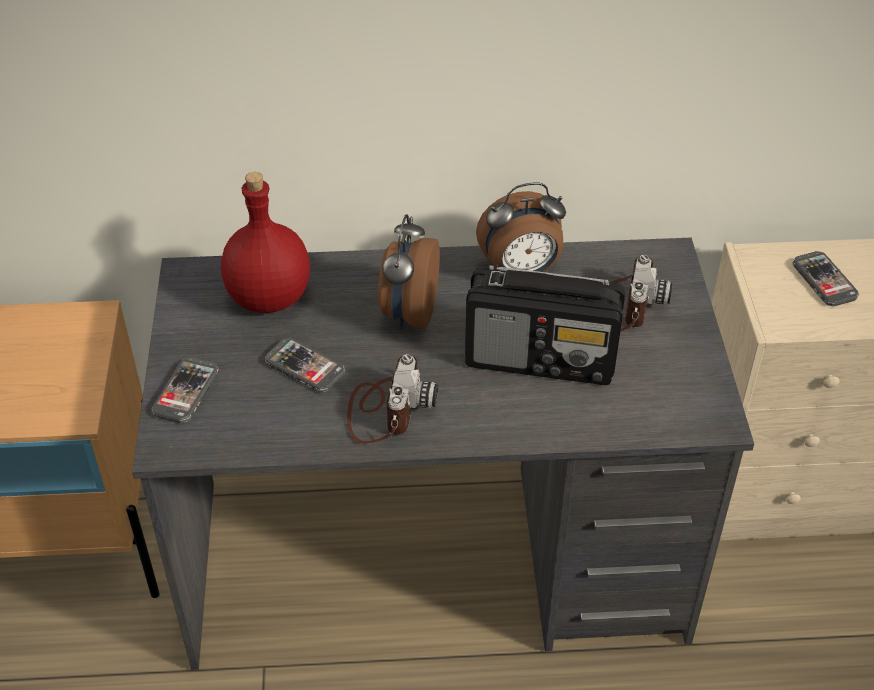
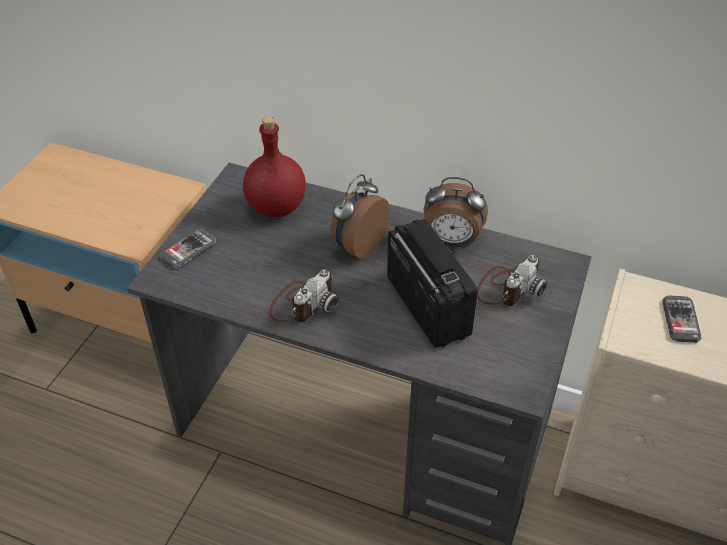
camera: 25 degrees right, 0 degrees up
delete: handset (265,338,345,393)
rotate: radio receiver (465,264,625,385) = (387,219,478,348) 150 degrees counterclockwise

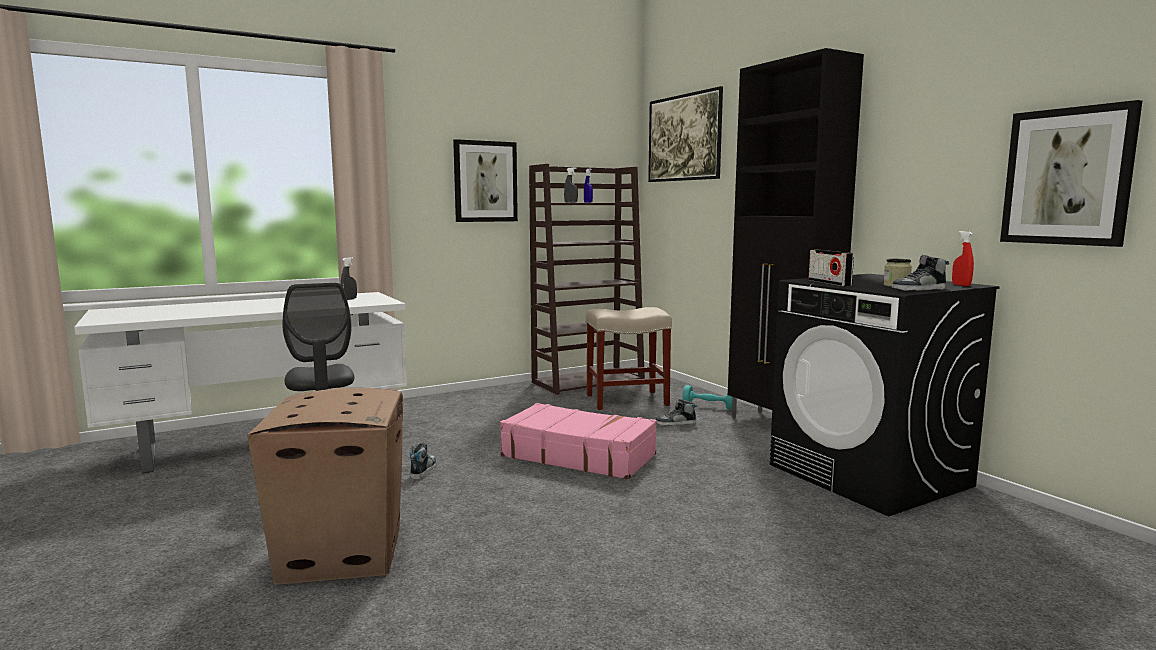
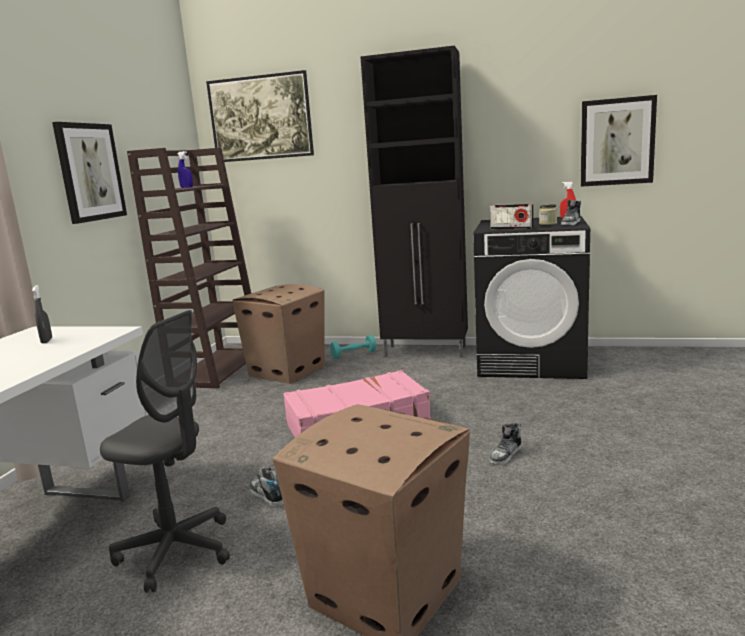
camera: 45 degrees left, 5 degrees up
delete: spray bottle in gray (564,167,578,203)
move: shoe (656,399,697,425) to (490,423,522,465)
replace: stool seat in beige (586,307,672,410) to carton (232,284,325,384)

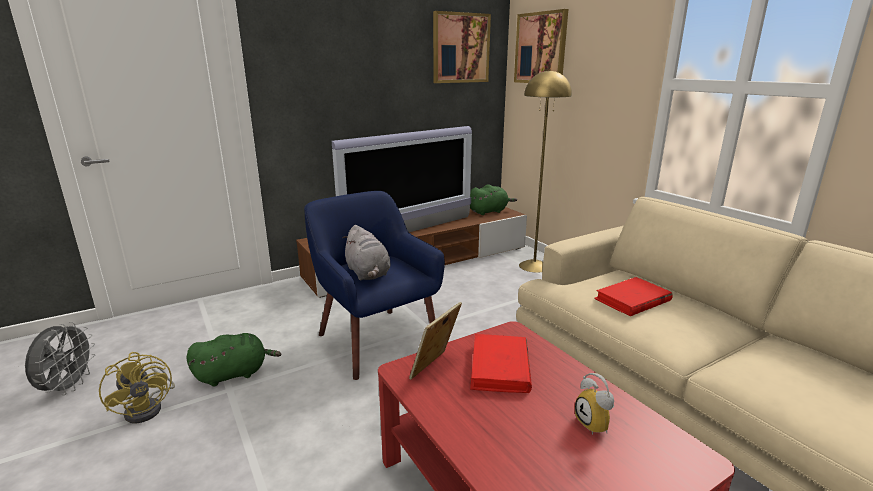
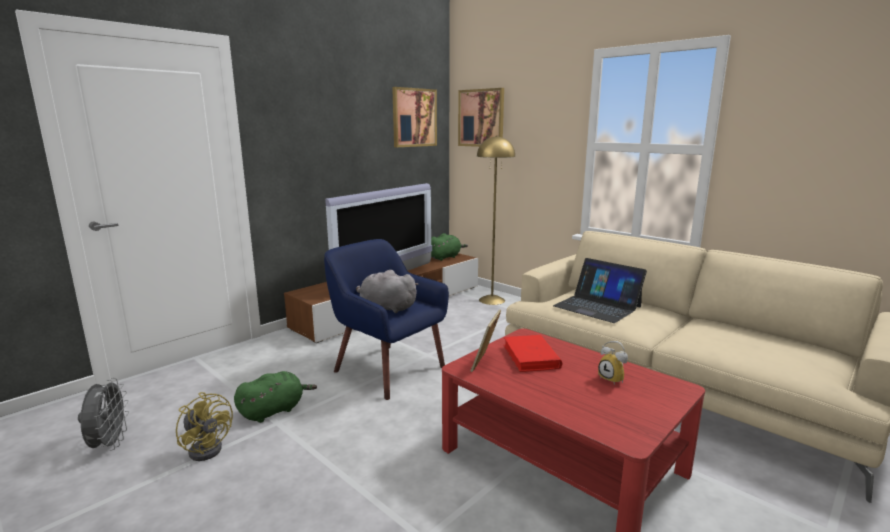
camera: 15 degrees left, 5 degrees down
replace: bound book in red-coloured (594,277,673,316) to laptop (553,258,647,323)
rotate: soft toy in gray (343,225,390,280) = (356,270,418,313) 150 degrees clockwise

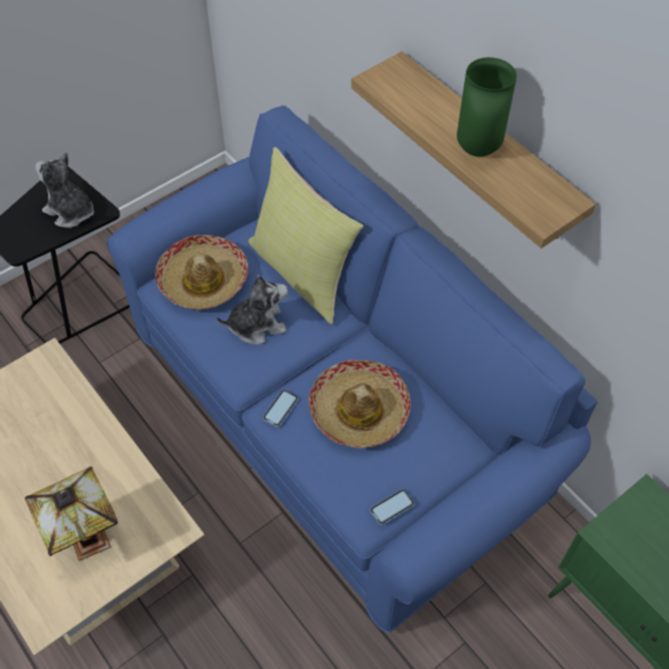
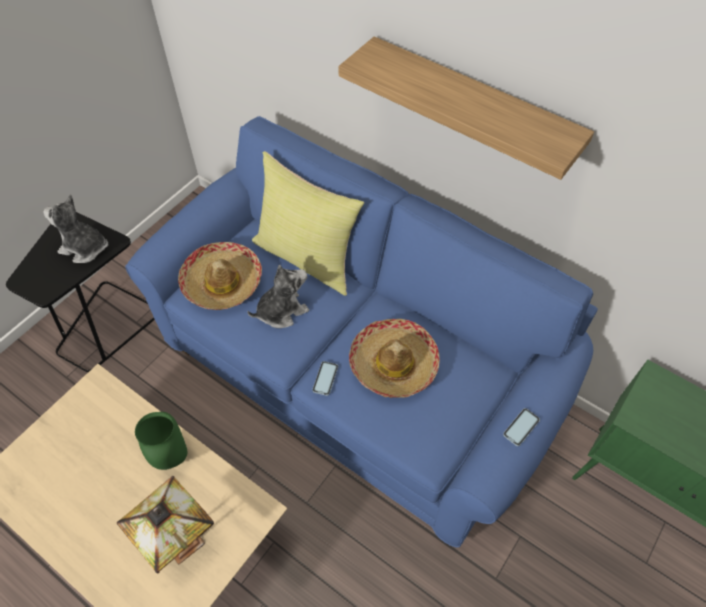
camera: 15 degrees left, 0 degrees up
move: handset (370,489,415,525) to (503,408,540,446); flower vase in green-coloured (457,57,517,157) to (135,412,188,470)

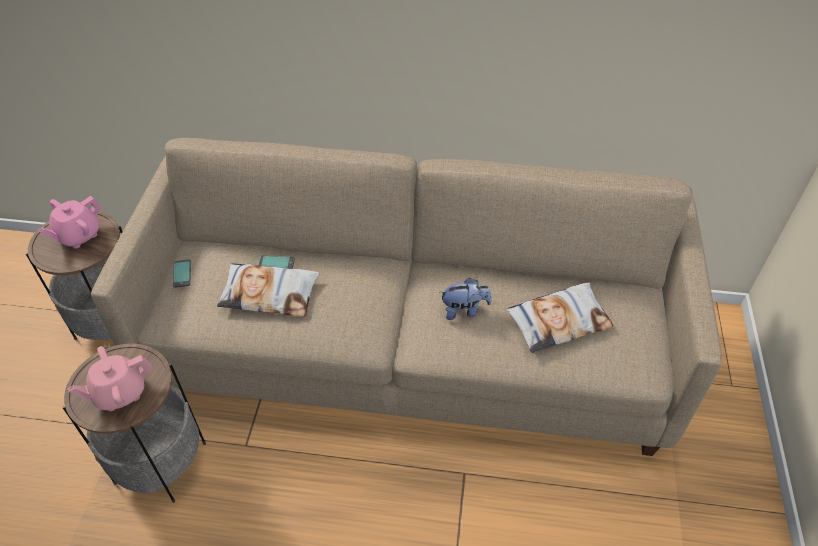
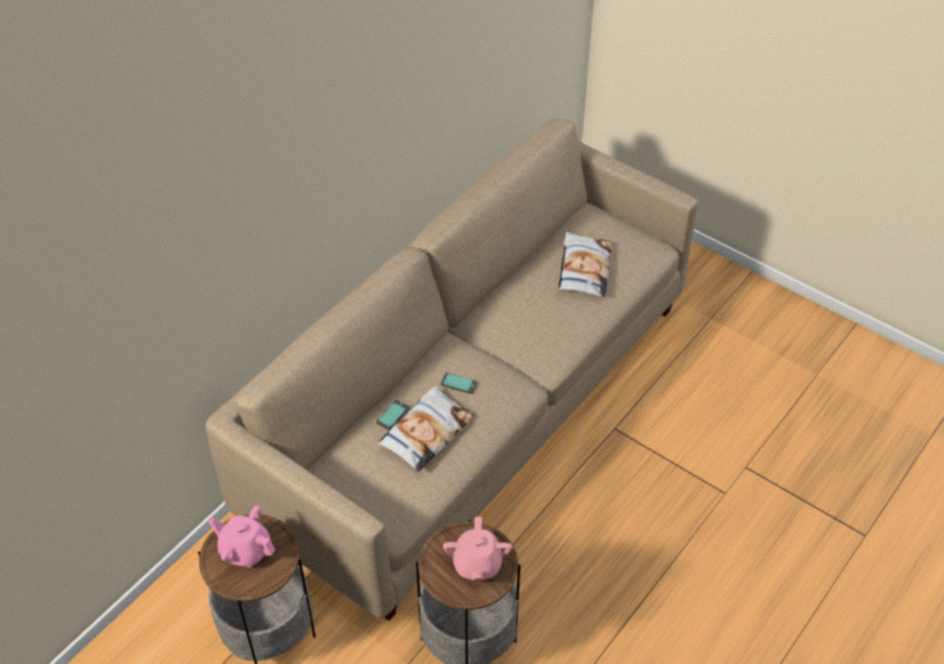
camera: 60 degrees left, 0 degrees up
delete: soft toy (440,278,492,320)
move: handset (173,259,191,288) to (441,372,477,394)
rotate: pot for tea in pink-coloured (38,196,102,249) = (208,505,275,568) 135 degrees clockwise

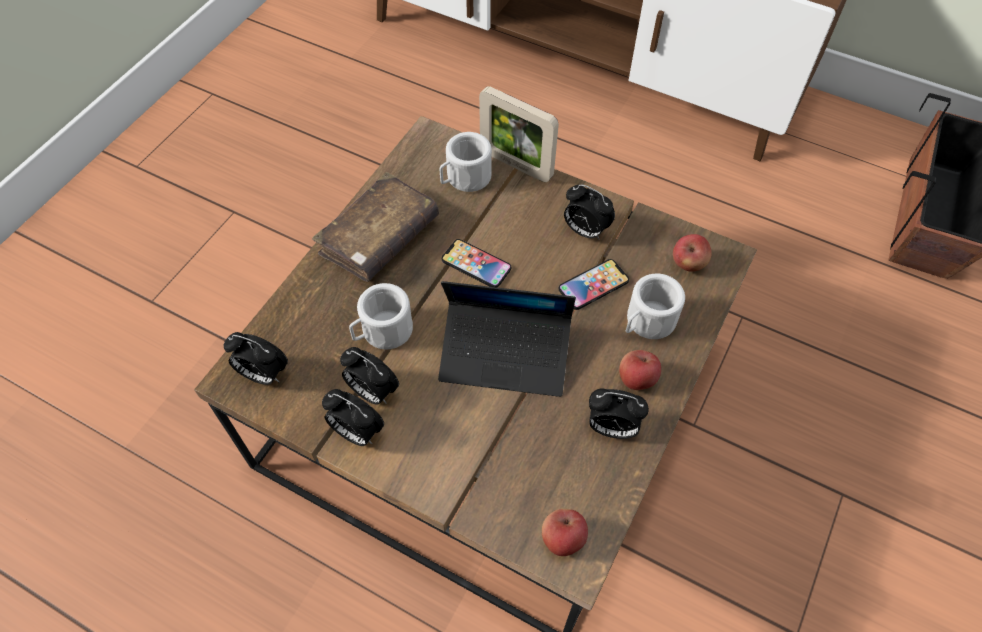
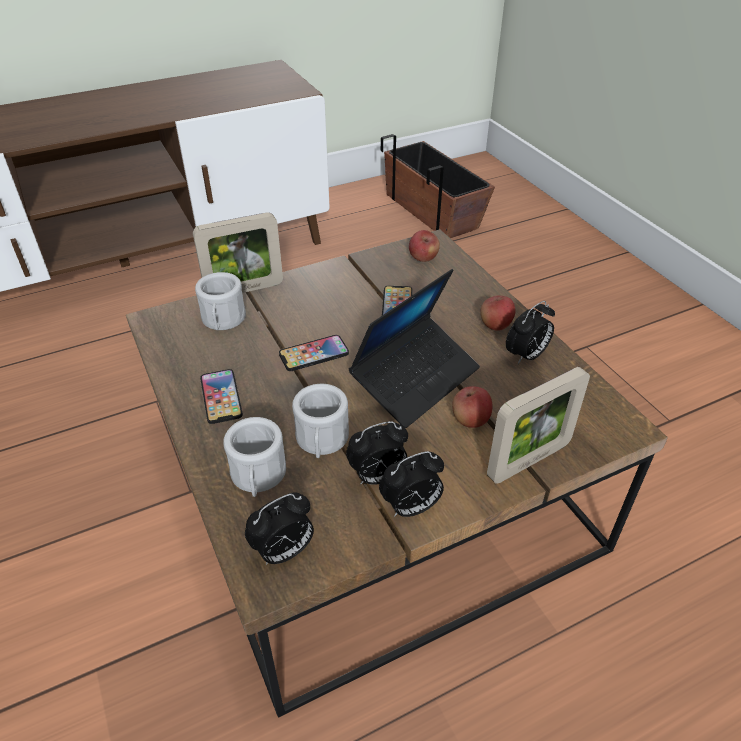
camera: 55 degrees left, 15 degrees down
delete: alarm clock (564,184,615,240)
insert: photo frame (487,367,590,484)
move: apple fruit (542,509,588,556) to (452,386,493,428); tea mug in whitish (626,273,685,339) to (223,417,286,497)
replace: bound book in brown-coloured (312,172,439,282) to handset (200,369,243,424)

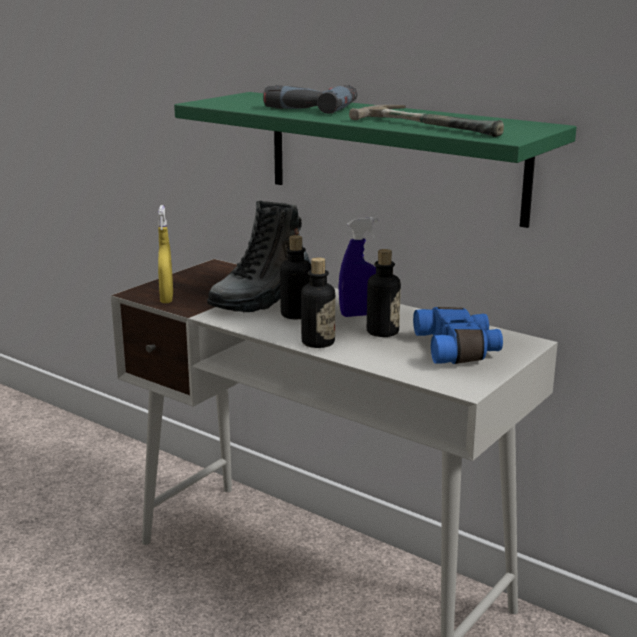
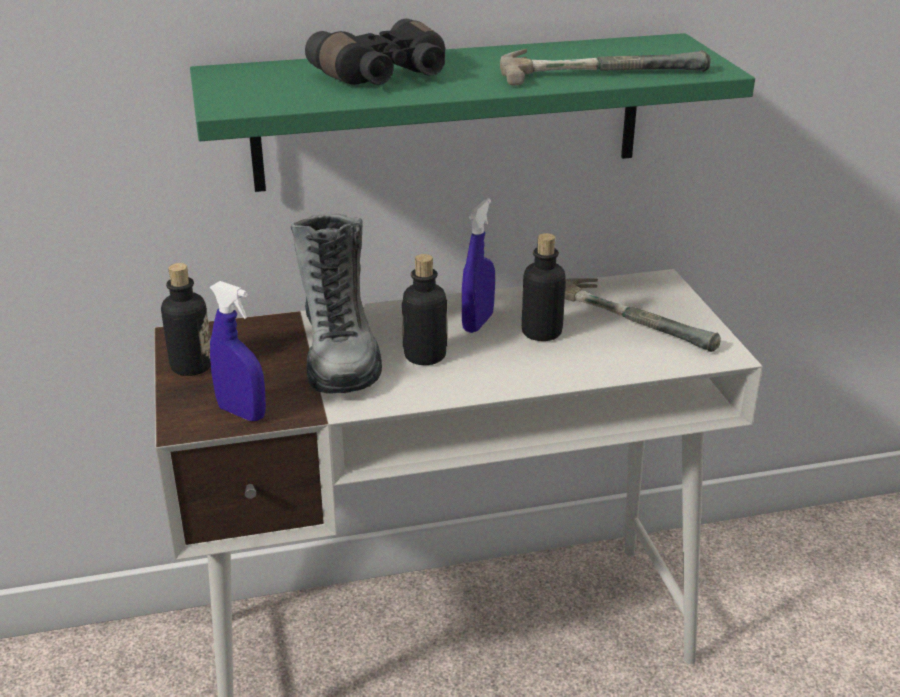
camera: 50 degrees left, 10 degrees up
move: bottle (301,257,335,348) to (161,263,211,376)
replace: electric drill (263,85,357,114) to pair of binoculars in blackish (305,19,445,85); pair of binoculars in bluish (413,307,503,364) to tool hammer (565,278,721,352)
recolor: spray bottle in yellowish (158,205,173,303) to spray bottle in bluish (210,281,266,421)

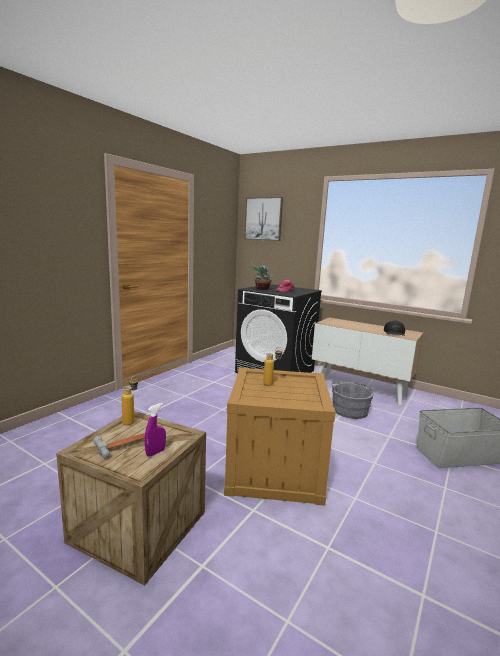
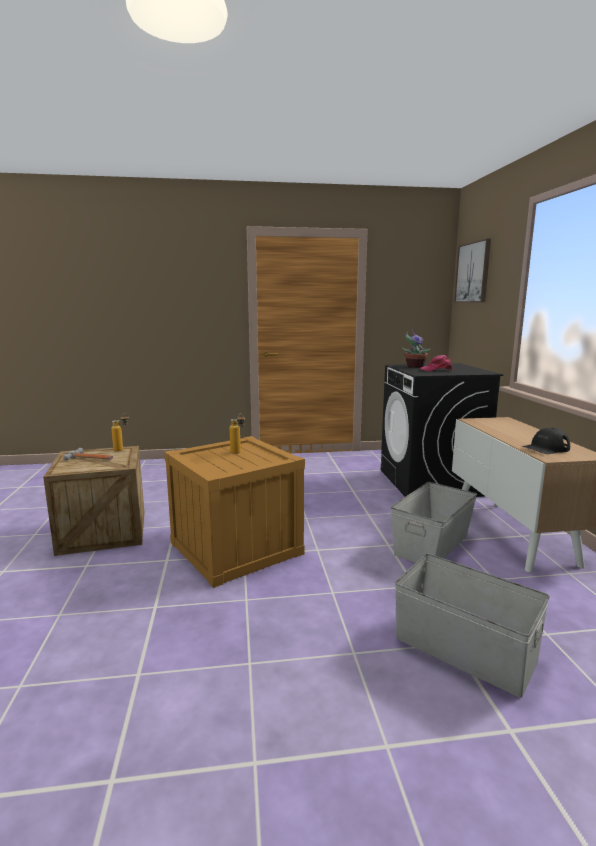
camera: 50 degrees right, 0 degrees up
delete: spray bottle in purplish (145,403,166,456)
replace: bucket in gray (331,381,374,419) to storage bin in gray (391,482,477,563)

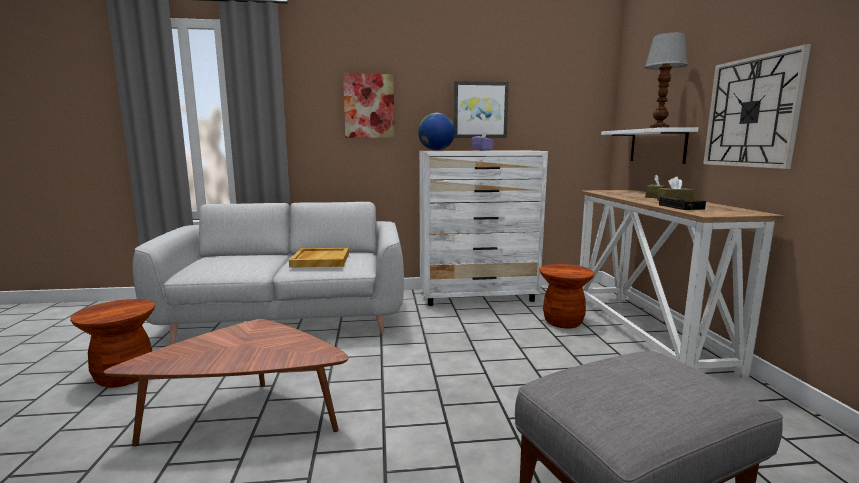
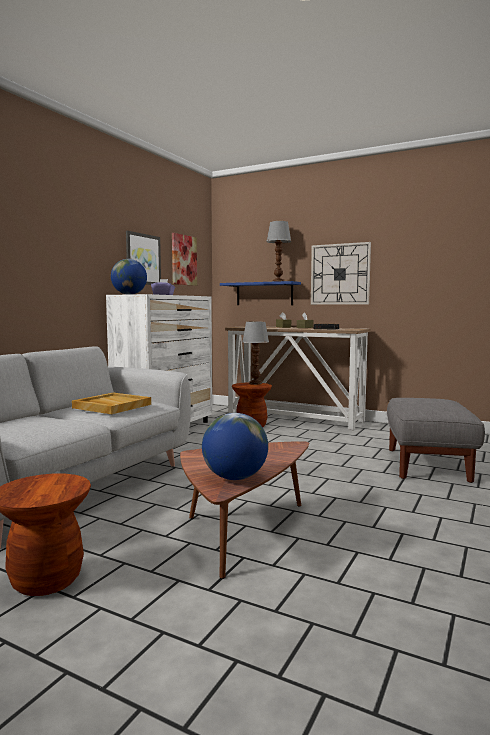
camera: 55 degrees left, 5 degrees down
insert: globe (202,413,268,480); table lamp (242,321,269,385)
move: picture (343,73,395,138) to (172,233,197,286)
recolor: shelf in whitish (601,127,698,164) to shelf in bluish (220,281,301,305)

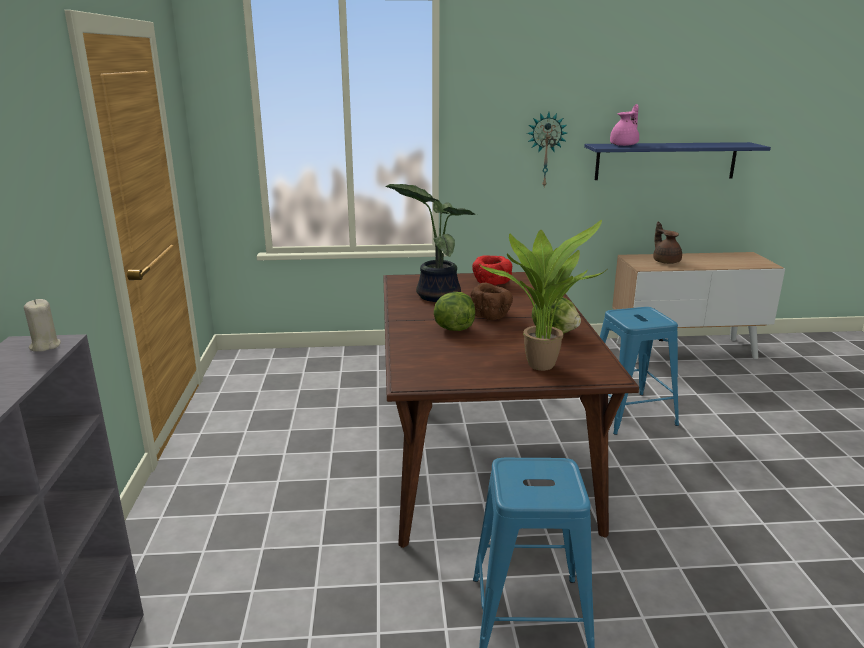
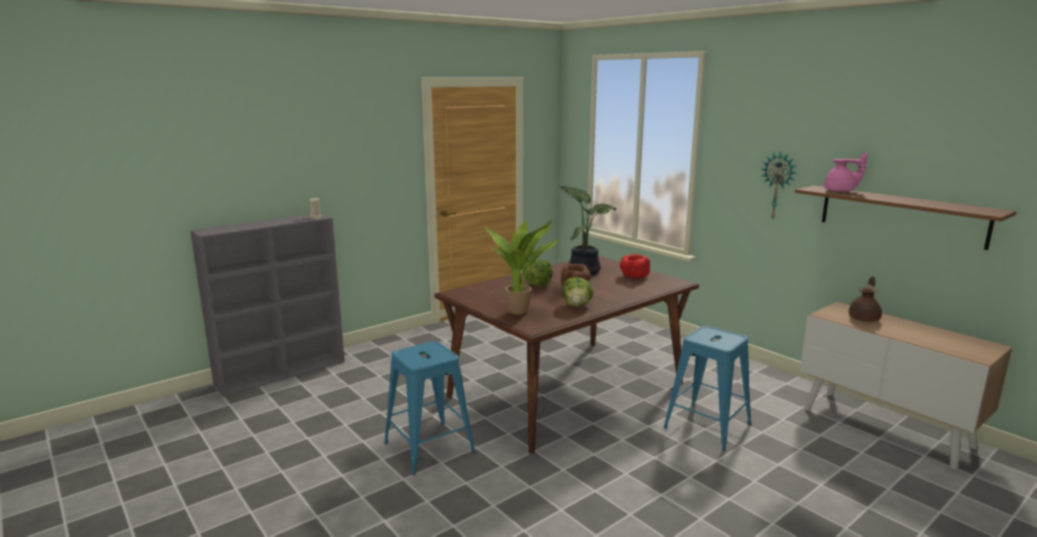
camera: 55 degrees right, 5 degrees down
recolor: shelf in bluish (584,142,771,180) to shelf in brown-coloured (795,185,1016,250)

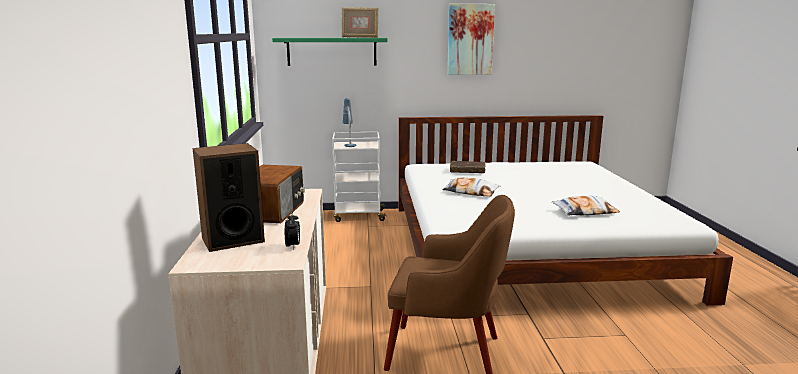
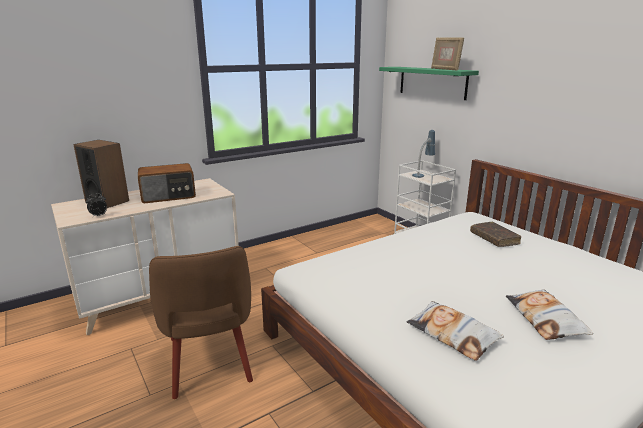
camera: 60 degrees right, 5 degrees up
delete: picture (447,4,495,75)
move: throw pillow (442,177,500,196) to (506,289,593,340)

